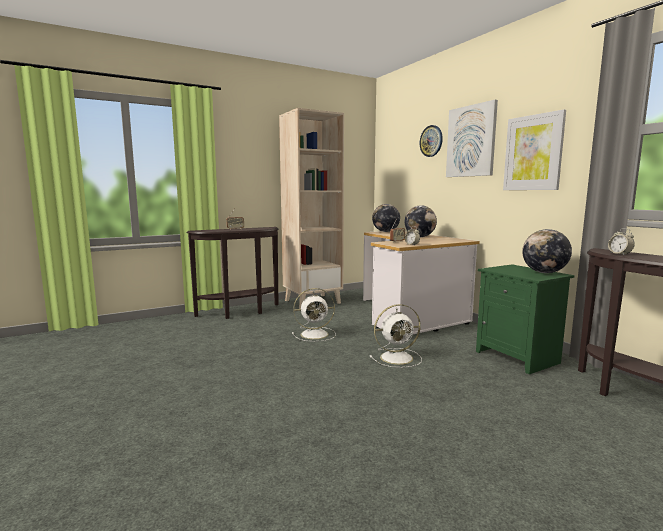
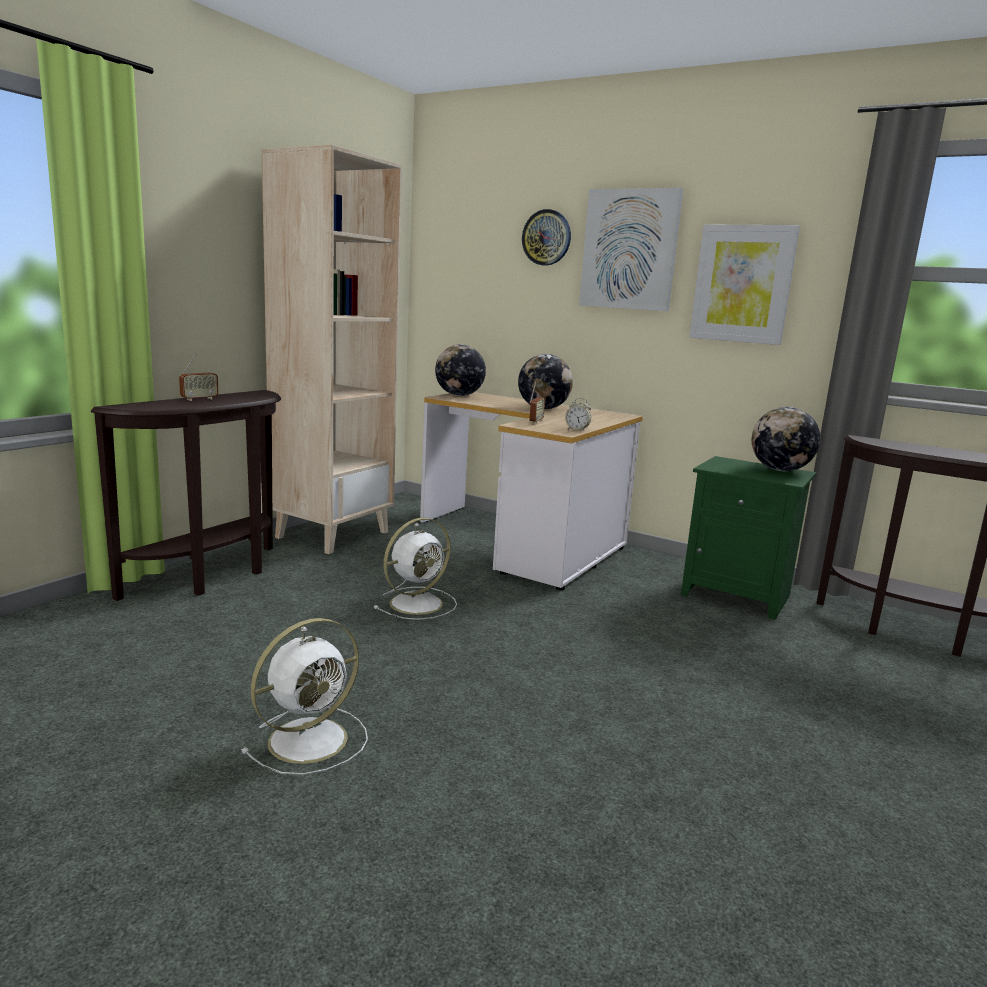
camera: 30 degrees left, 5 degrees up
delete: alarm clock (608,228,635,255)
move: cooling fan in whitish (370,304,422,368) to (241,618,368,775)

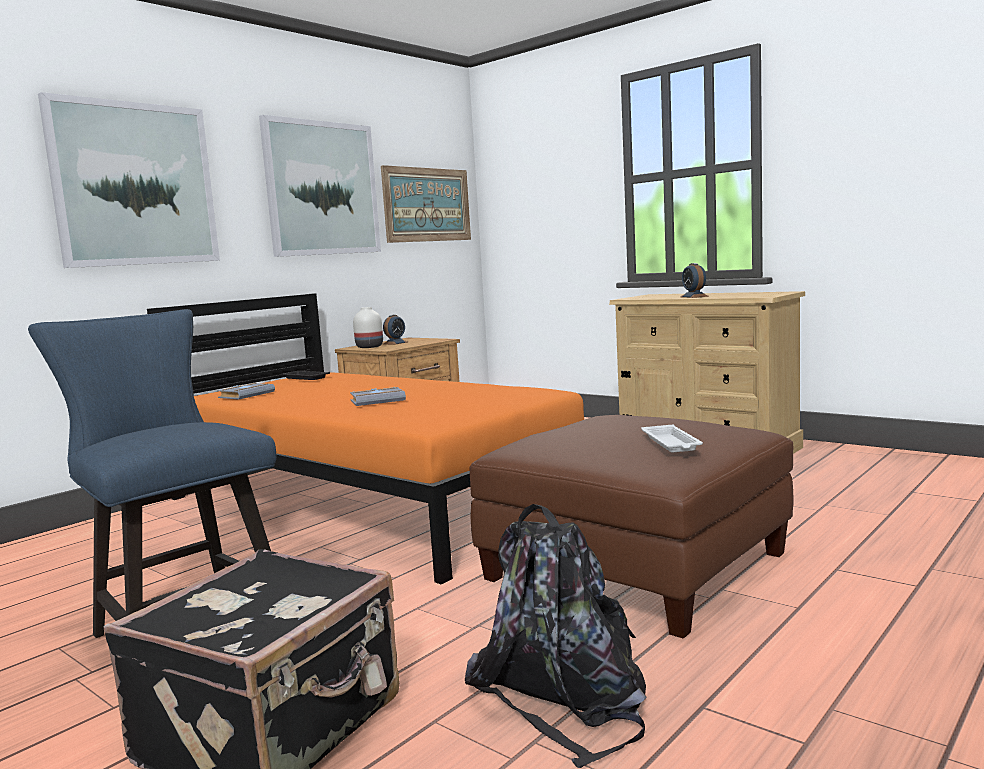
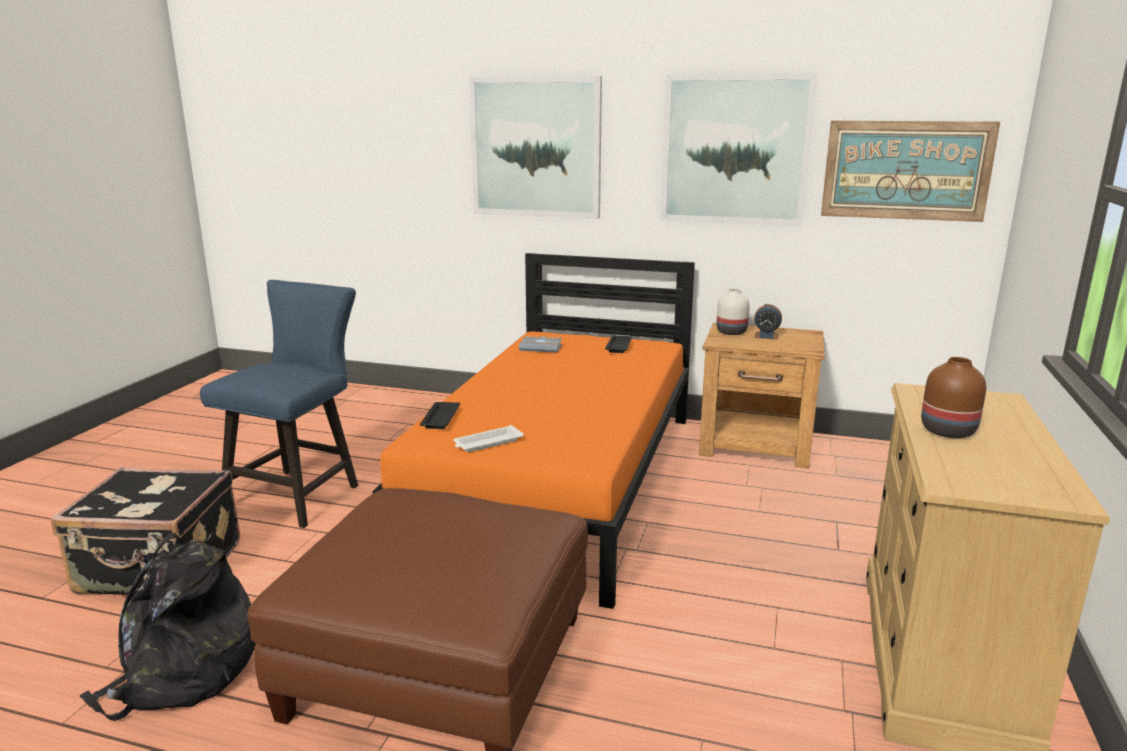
camera: 65 degrees right, 10 degrees up
delete: bound book in gray (350,387,406,406)
insert: carrying tray in blackish (420,402,460,429)
move: carrying tray in whitish (642,425,703,452) to (453,425,524,452)
replace: alarm clock (680,263,709,298) to flower vase in brown-coloured (921,357,986,438)

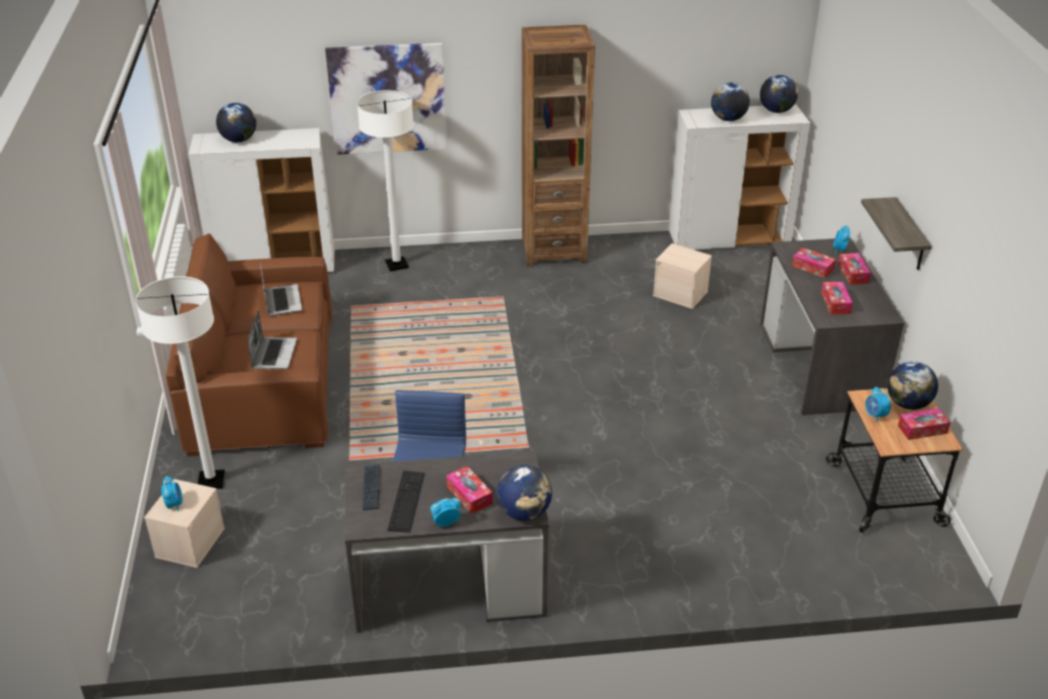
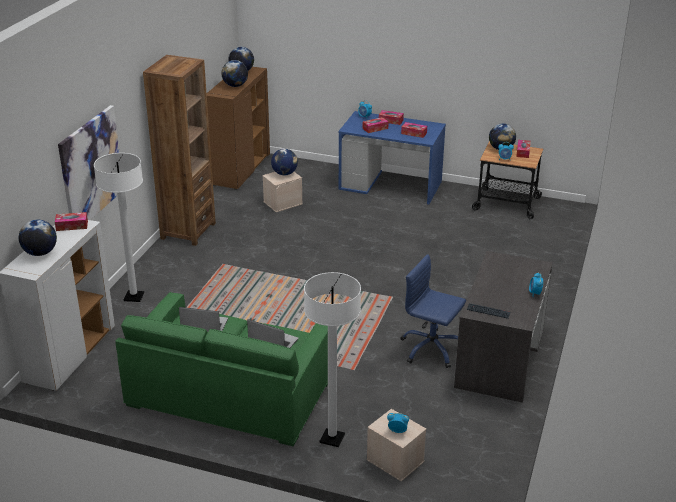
camera: 65 degrees left, 5 degrees down
delete: PC keyboard (388,471,425,533); shelf (861,197,931,270)
move: tissue box (446,466,493,514) to (55,212,88,231); globe (497,465,552,521) to (271,149,298,175)
recolor: settee in brown-coloured (166,233,332,456) to settee in green-coloured (115,292,328,446); storage cabinet in whitish (669,104,810,250) to storage cabinet in brown-coloured (207,67,270,190); desk table in gray (760,238,904,415) to desk table in bluish (338,111,446,204)

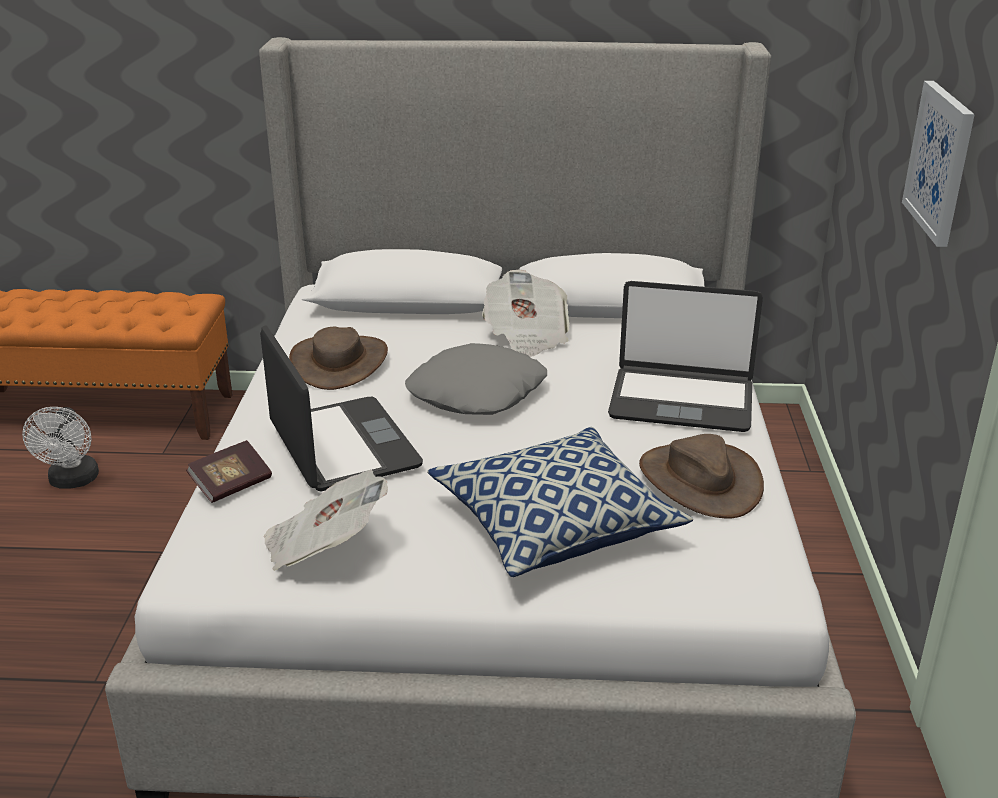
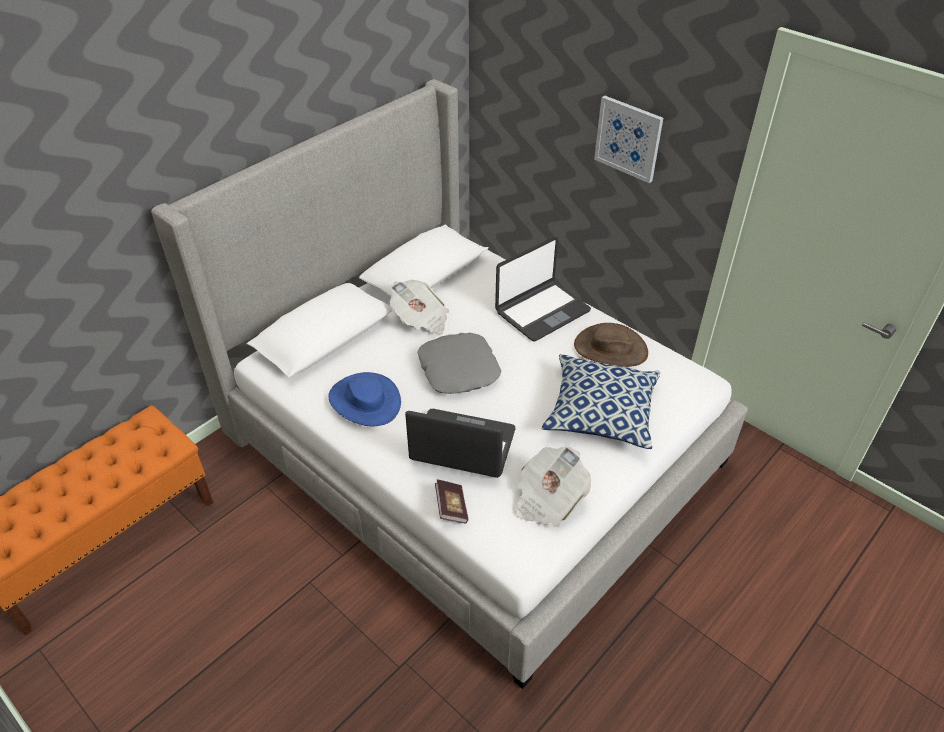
camera: 50 degrees left, 15 degrees up
delete: cooling fan in whitish (22,407,99,489)
recolor: wearable hat in brown-coloured (289,326,388,390) to wearable hat in bluish (328,372,401,426)

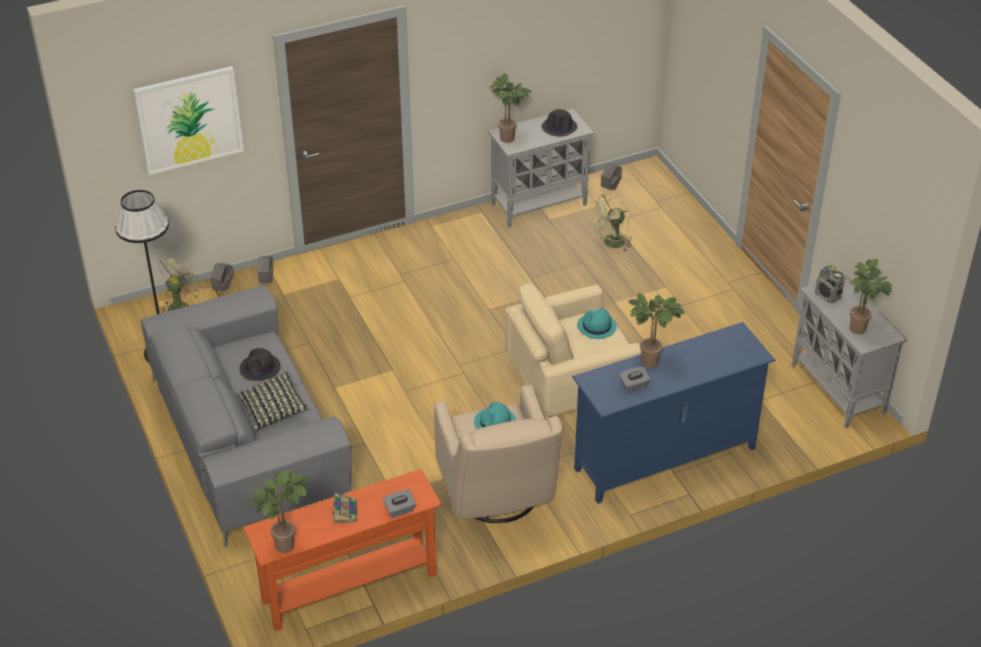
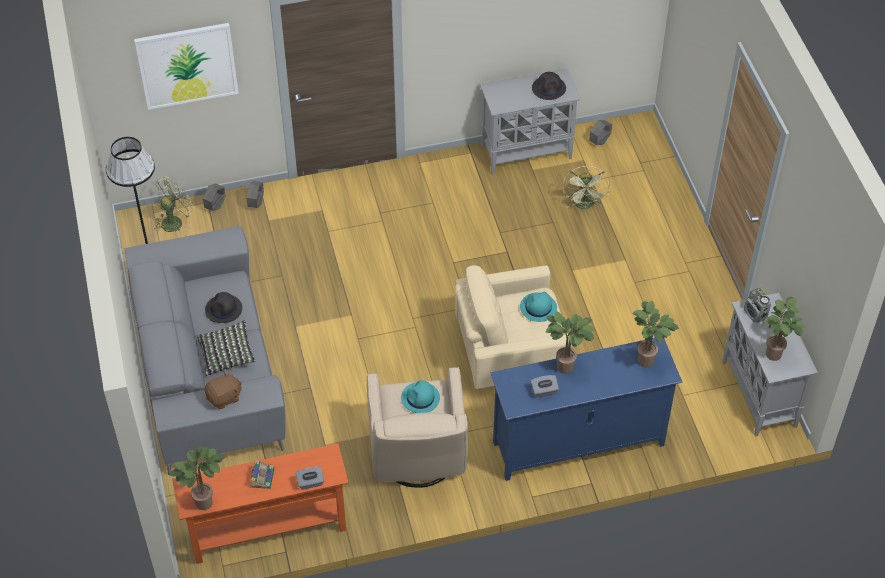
camera: 10 degrees right, 10 degrees up
insert: soft toy in brown-coloured (205,371,242,409)
move: potted plant (490,73,532,143) to (633,301,679,367)
rotate: cooling fan in green-coloured (588,194,632,251) = (563,166,610,209) 60 degrees counterclockwise

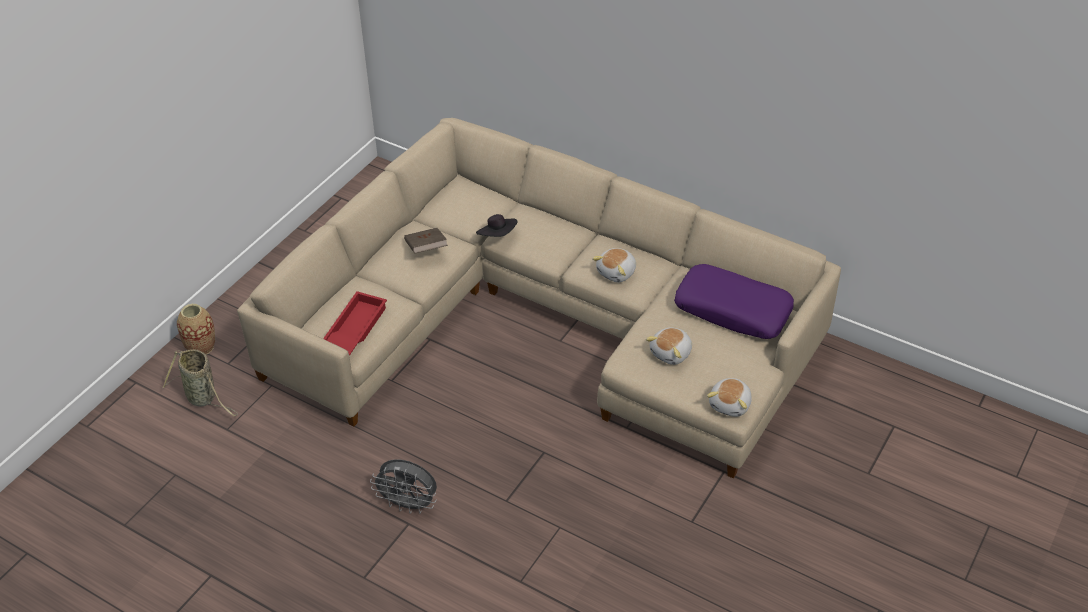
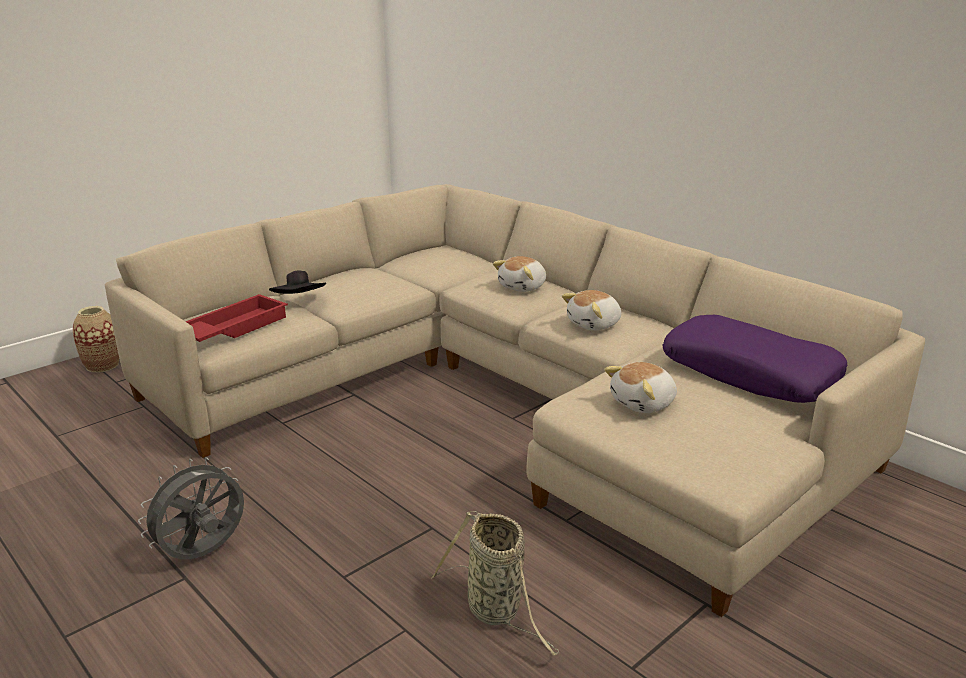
camera: 15 degrees right, 20 degrees down
delete: bound book in brown-coloured (404,228,448,254)
move: household basket (163,349,238,416) to (431,511,559,655); wearable hat in blackish (476,214,518,237) to (269,270,326,294); soft toy (707,378,752,417) to (493,256,546,292)
rotate: cooling fan in gray (370,459,437,514) = (138,457,244,559) 105 degrees clockwise

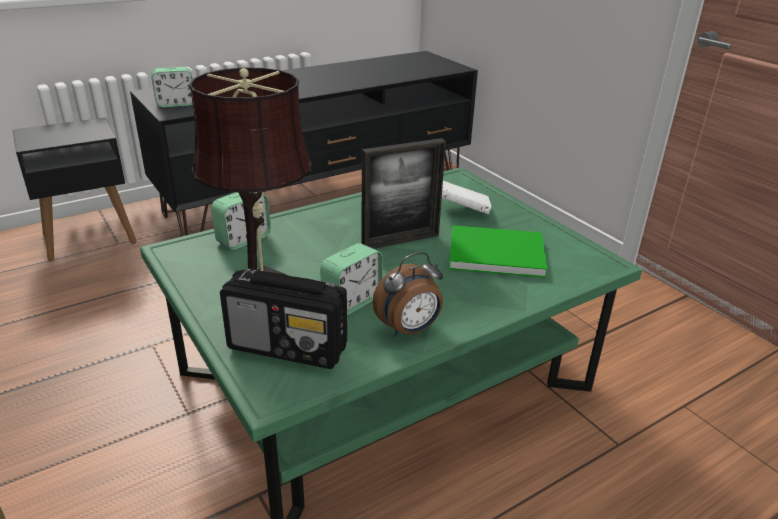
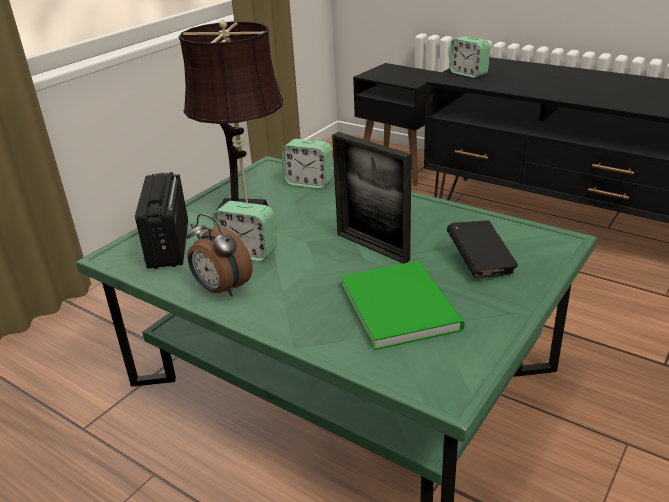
camera: 70 degrees right, 0 degrees up
recolor: bound book in whitish (442,181,491,214) to bound book in blackish (447,220,518,278)

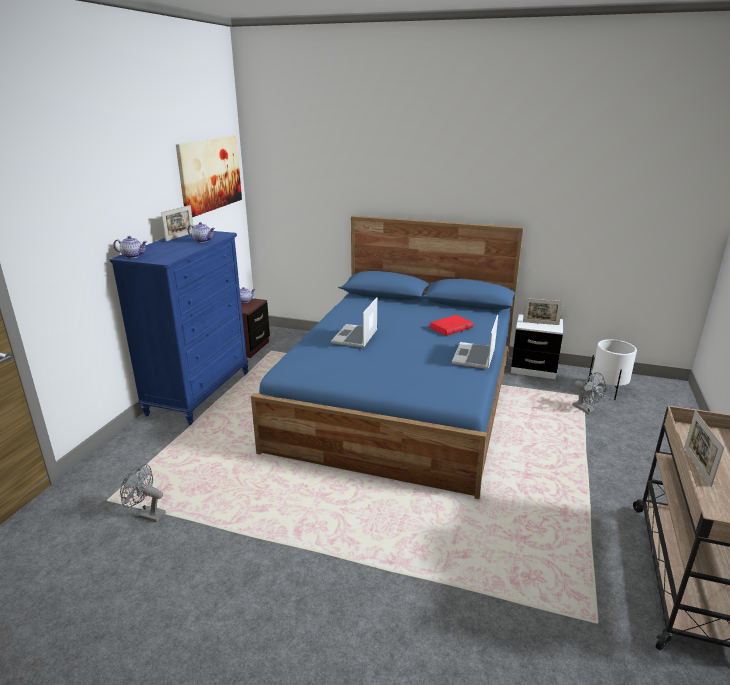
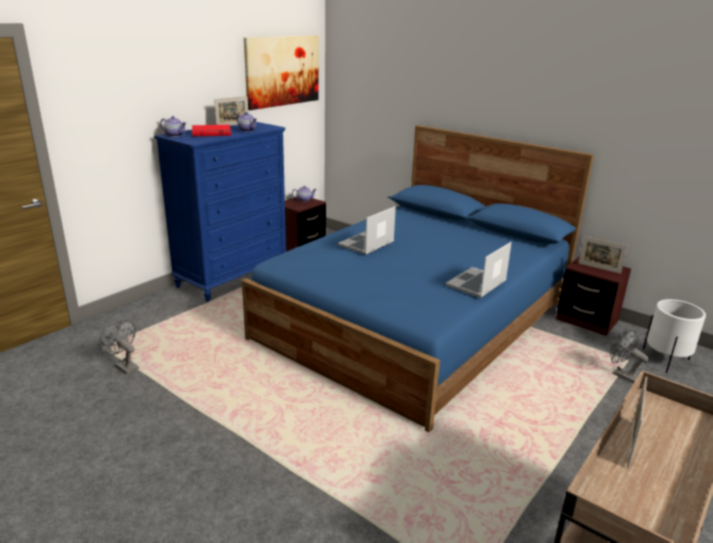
camera: 20 degrees right, 0 degrees up
move: bound book in red-coloured (429,315,473,336) to (192,125,231,136)
recolor: night table in whitish (511,314,563,379) to night table in brown-coloured (556,256,631,336)
rotate: cooling fan in gray (572,372,606,414) = (610,329,650,383) 150 degrees clockwise

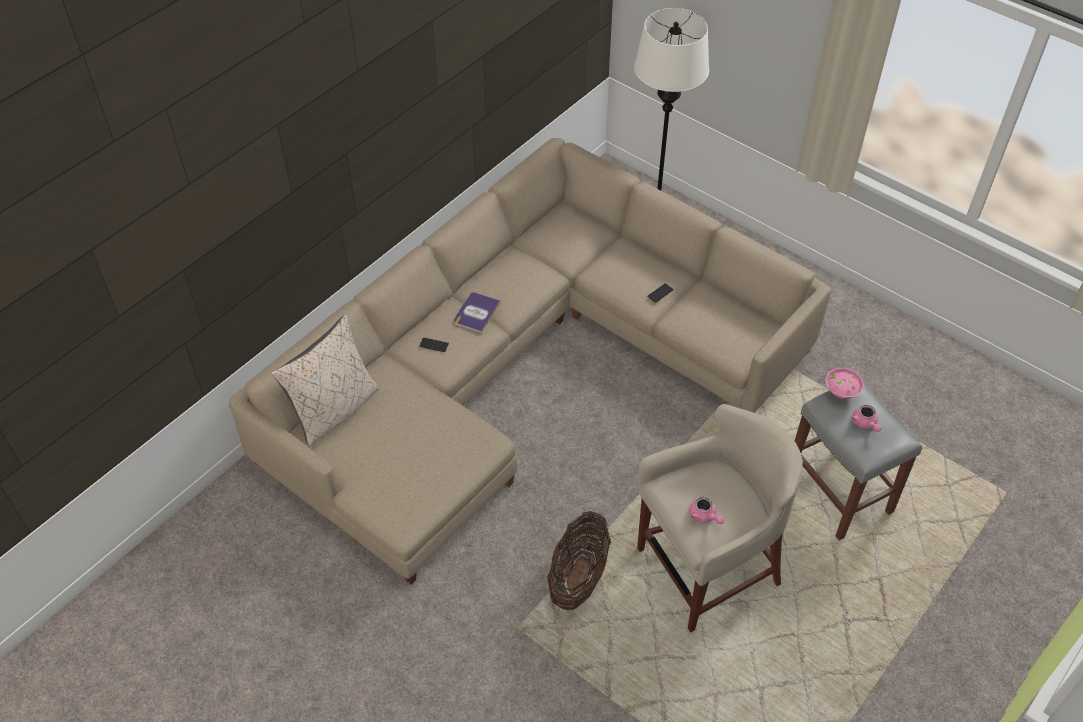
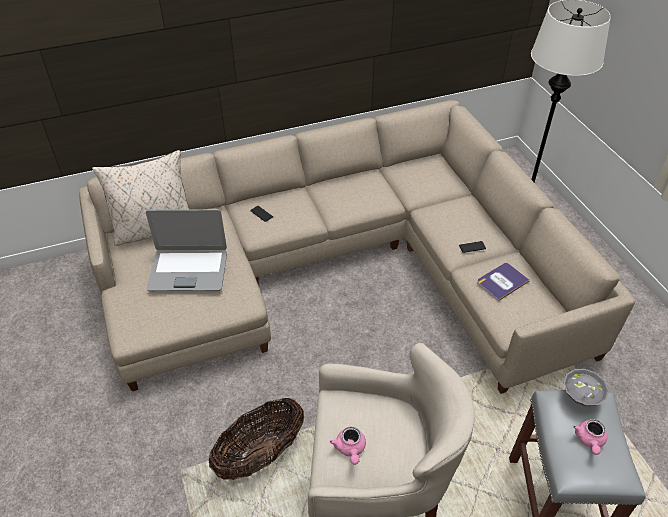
camera: 30 degrees right, 5 degrees down
insert: laptop (146,209,227,291)
move: bound book (454,292,501,333) to (477,263,530,301)
recolor: deep dish in pink-coloured (825,368,864,399) to deep dish in gray (563,369,609,406)

